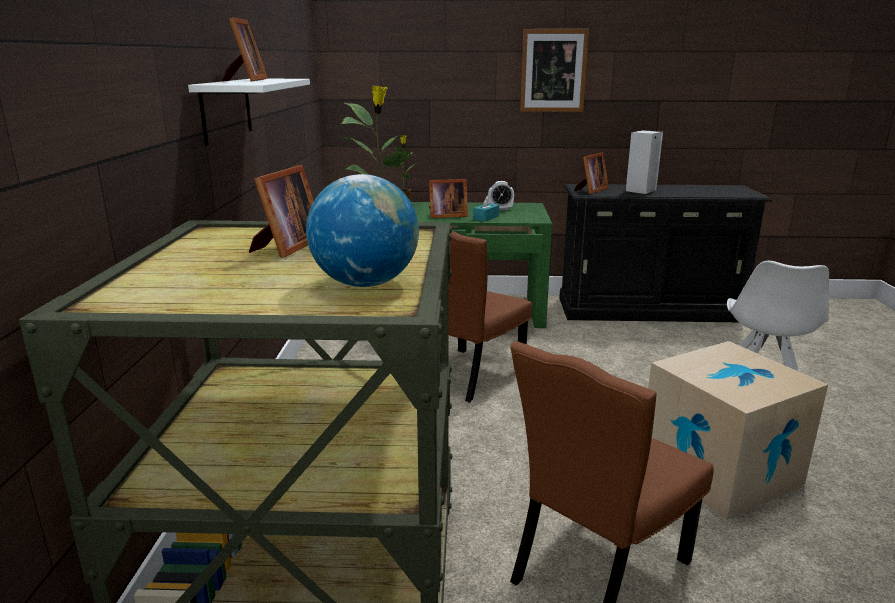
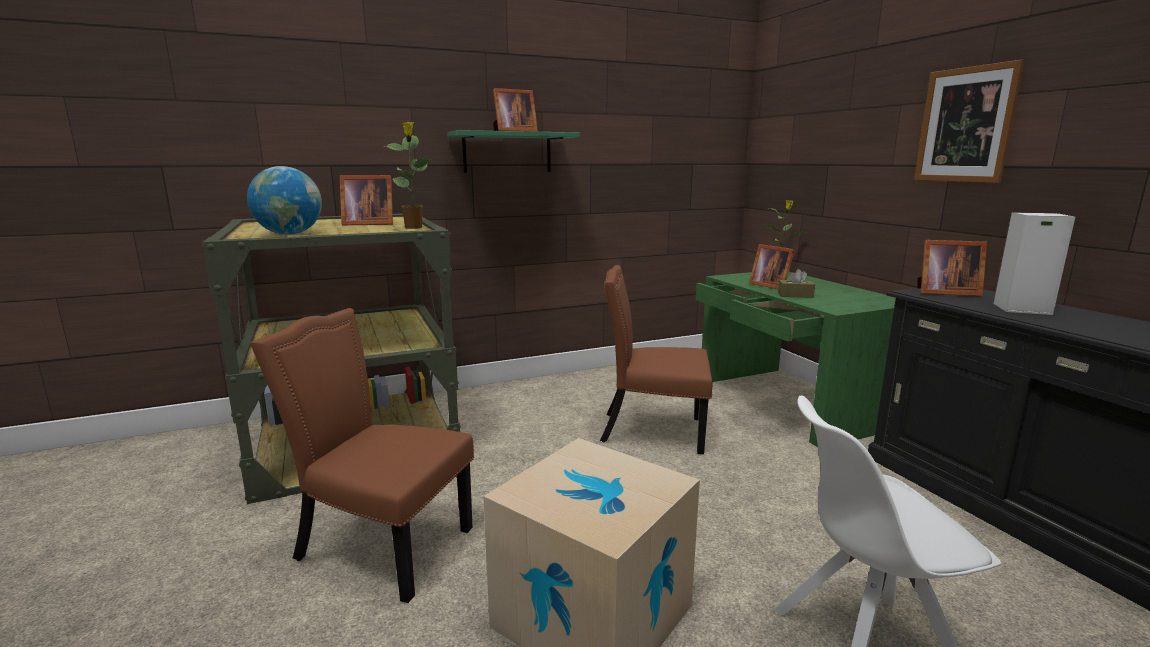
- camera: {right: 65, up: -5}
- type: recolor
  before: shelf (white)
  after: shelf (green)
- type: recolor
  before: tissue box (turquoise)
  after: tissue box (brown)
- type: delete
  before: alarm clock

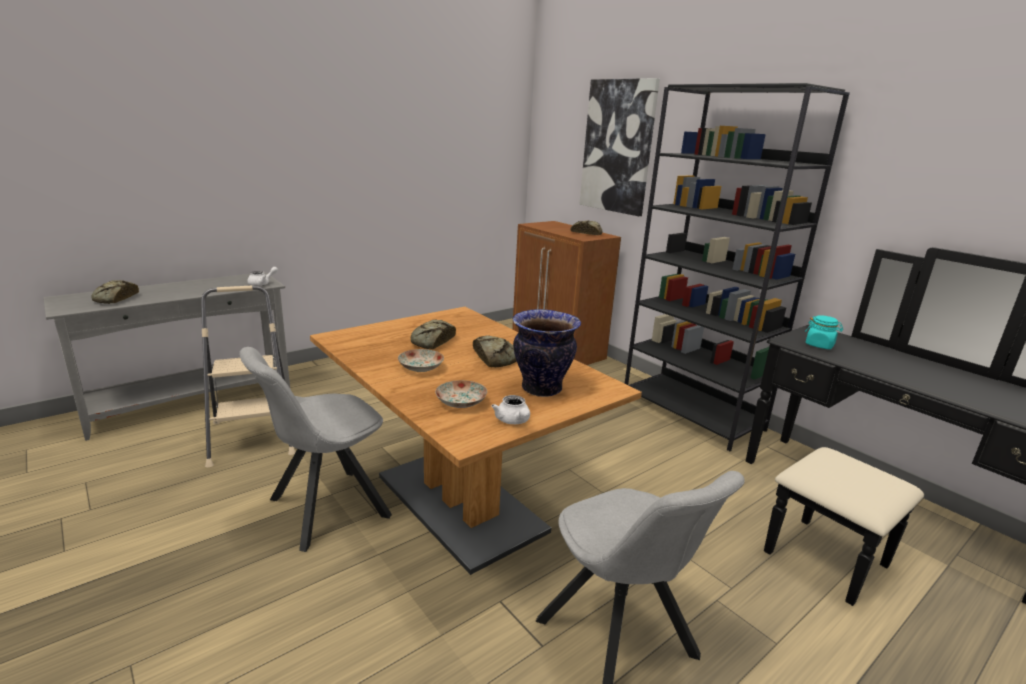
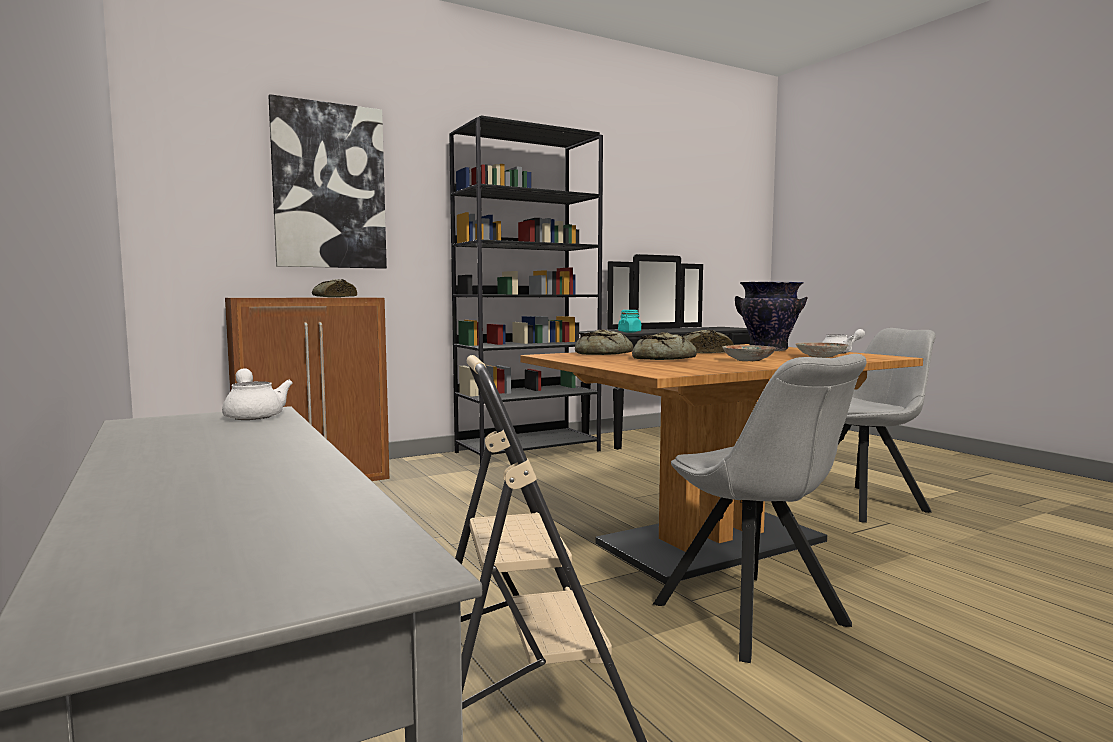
- camera: {right: -80, up: -15}
- type: move
  before: bread (1st from left in the first image)
  after: bread (2nd from left)

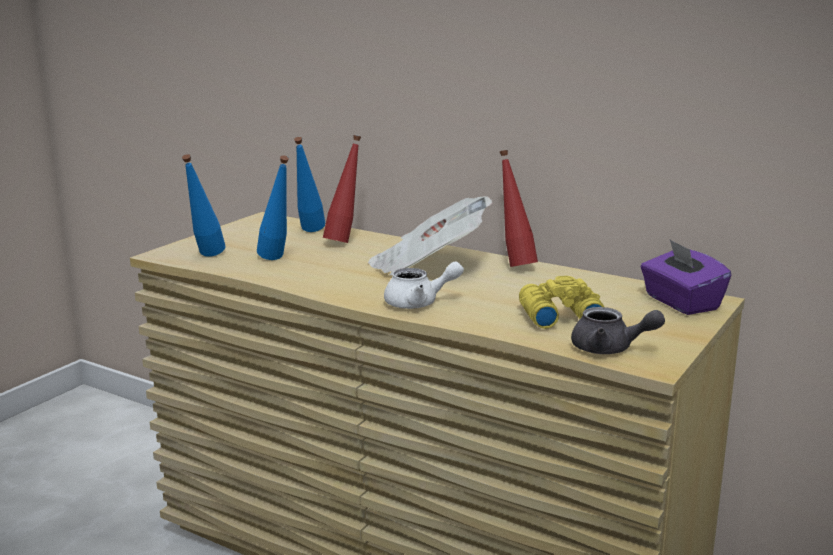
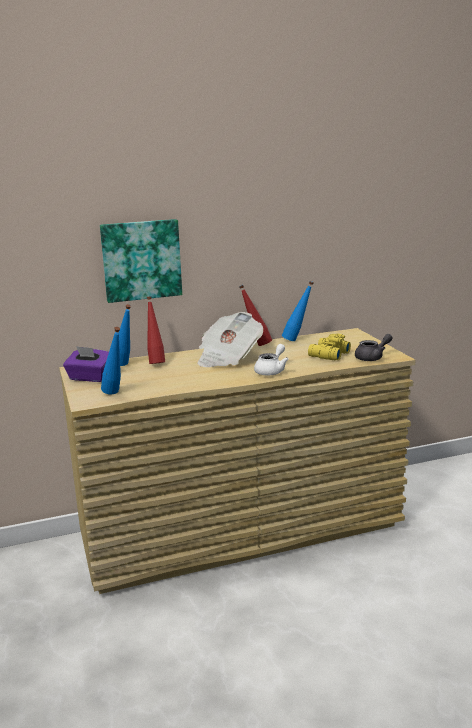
- camera: {right: -50, up: 0}
- type: move
  before: bottle (blue) (2nd from left in the first image)
  after: bottle (blue) (3rd from left)
- type: move
  before: tissue box (purple)
- type: insert
  after: picture

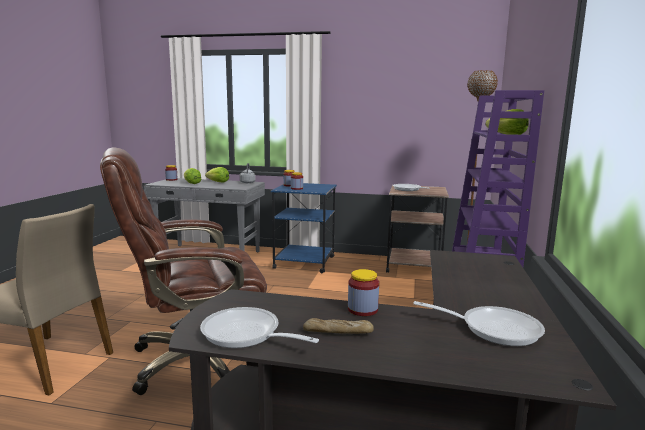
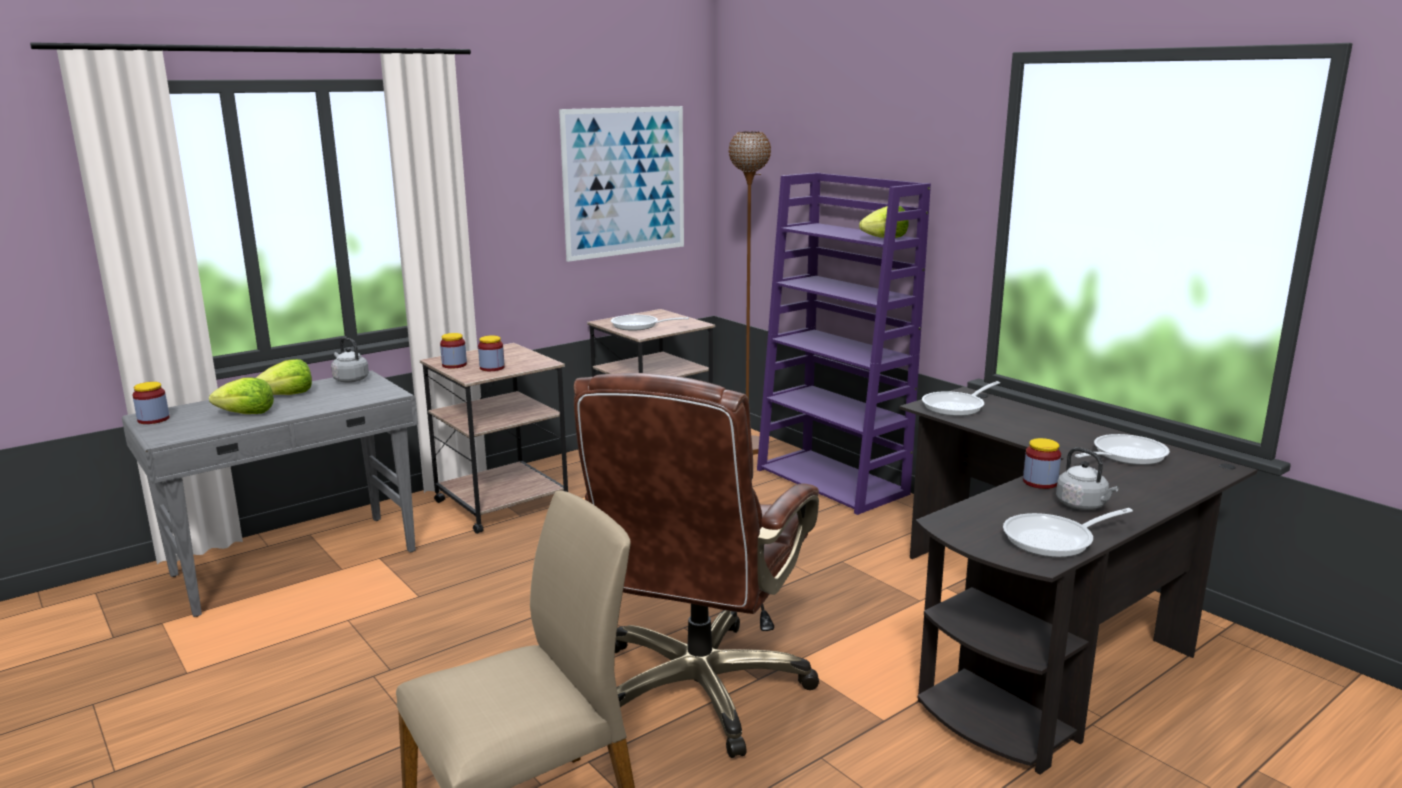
- camera: {right: -50, up: 5}
- type: recolor
  before: cart (blue)
  after: cart (brown) (1st from left)
- type: replace
  before: bread
  after: kettle (grey) (2nd from left)
- type: insert
  after: picture
- type: insert
  after: frying pan (2nd from left)

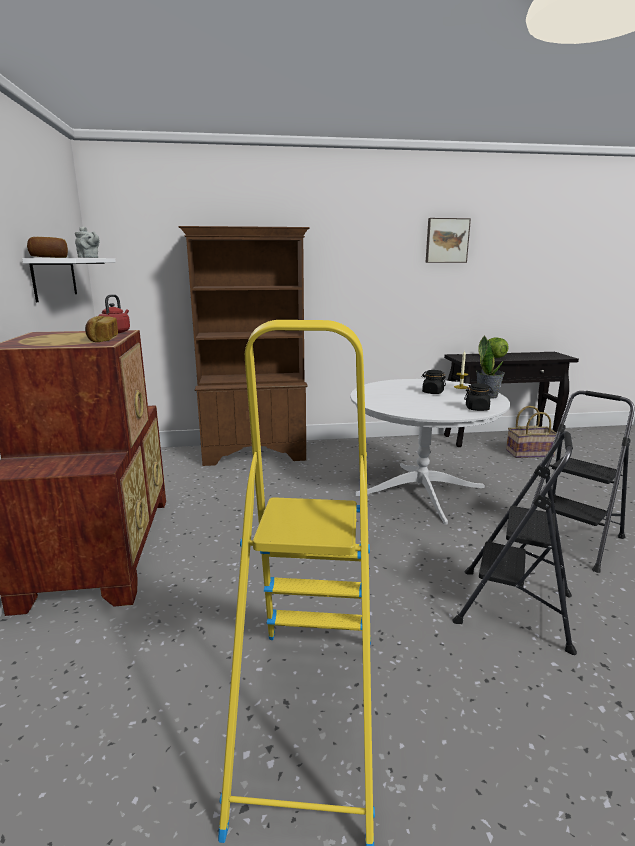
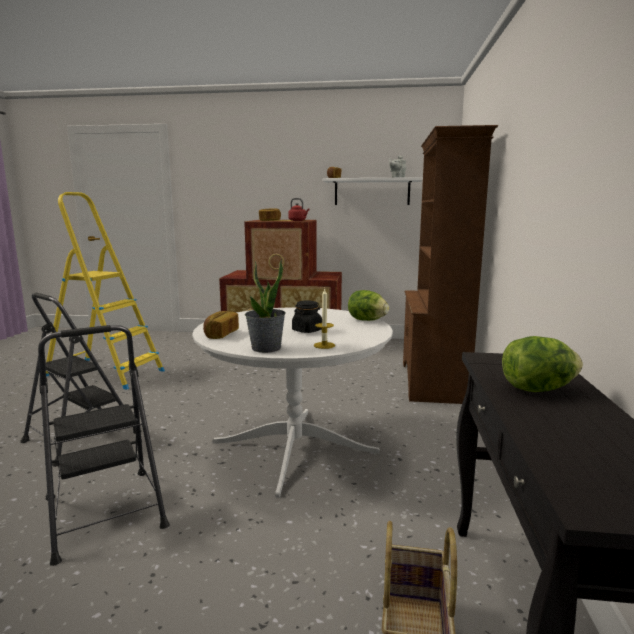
- camera: {right: 105, up: -5}
- type: delete
  before: picture
- type: replace
  before: jar (black) (2nd from left)
  after: bread (1st from left)
- type: insert
  after: lettuce (1st from left)

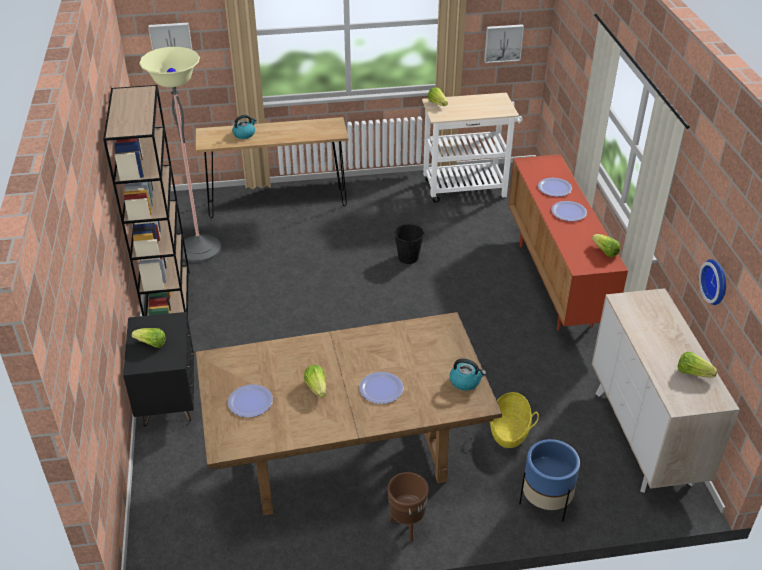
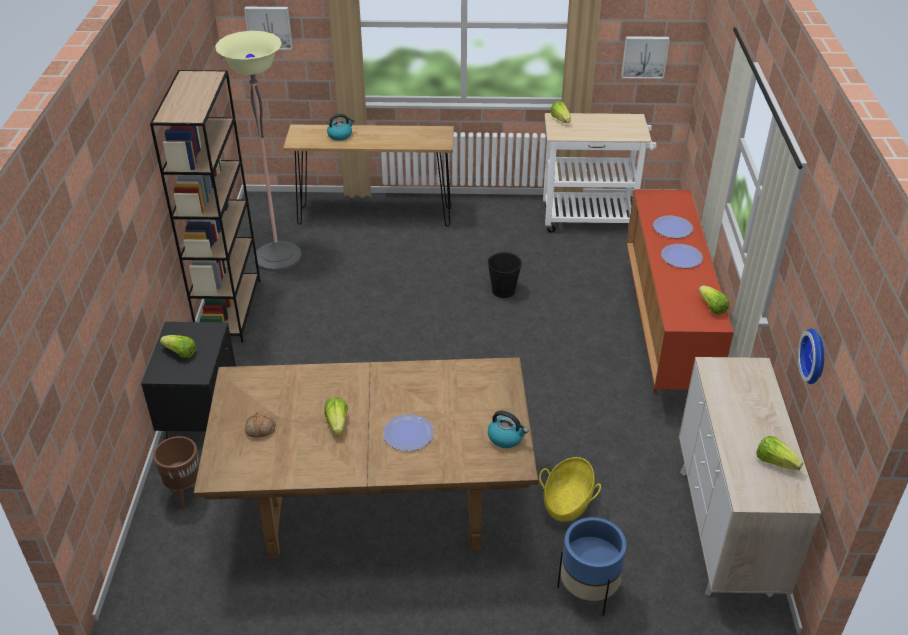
- camera: {right: 10, up: 0}
- type: replace
  before: plate (1st from left)
  after: bread
- type: move
  before: planter (brown)

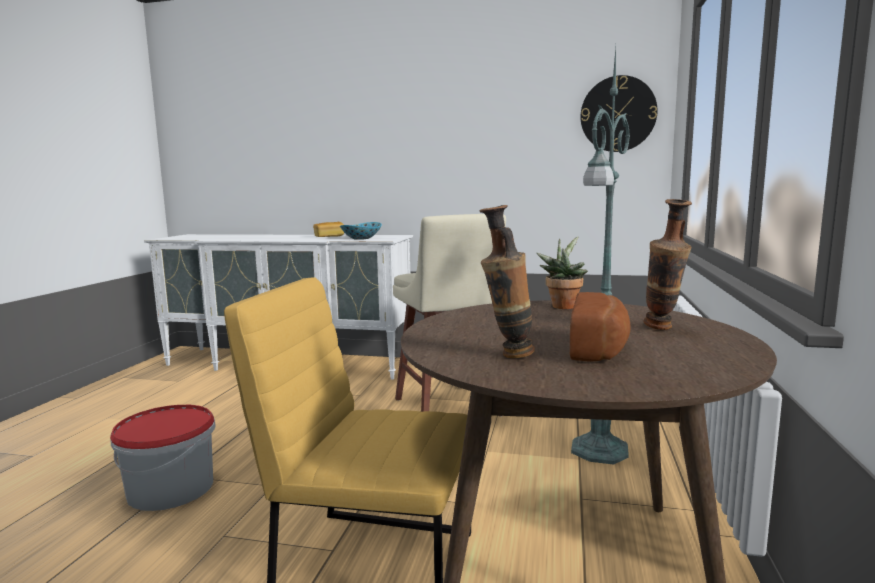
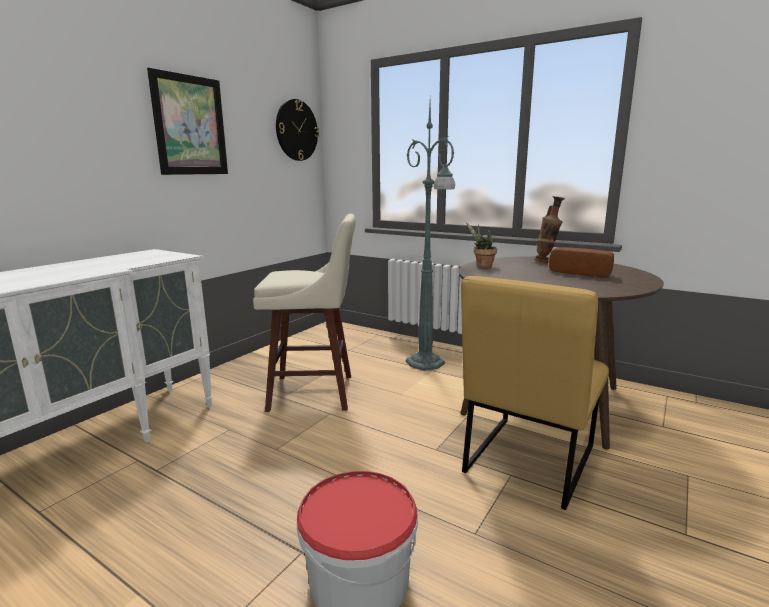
- camera: {right: -70, up: 5}
- type: delete
  before: bread (1st from left)
- type: delete
  before: bowl
- type: delete
  before: vase (1st from left)
- type: insert
  after: picture

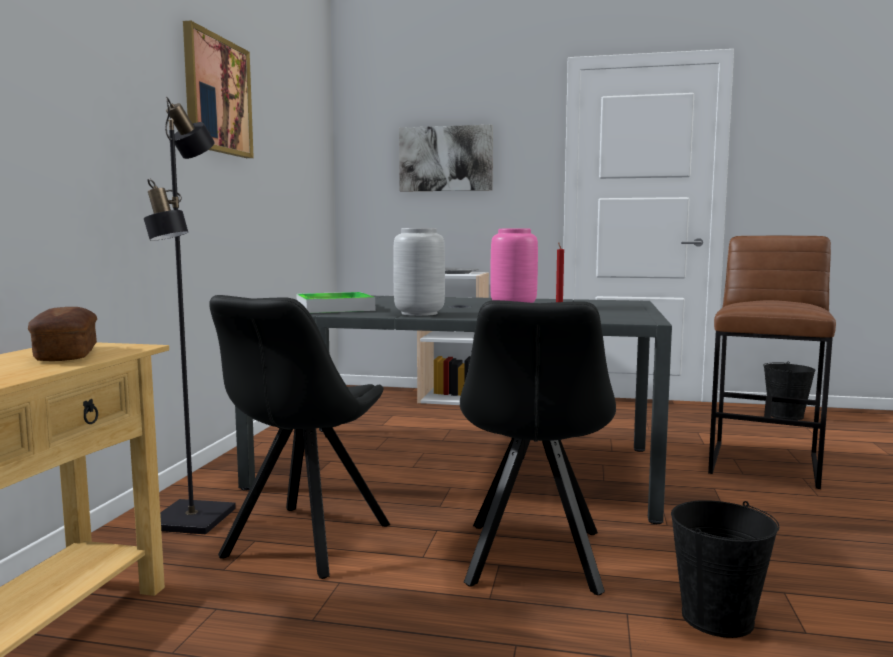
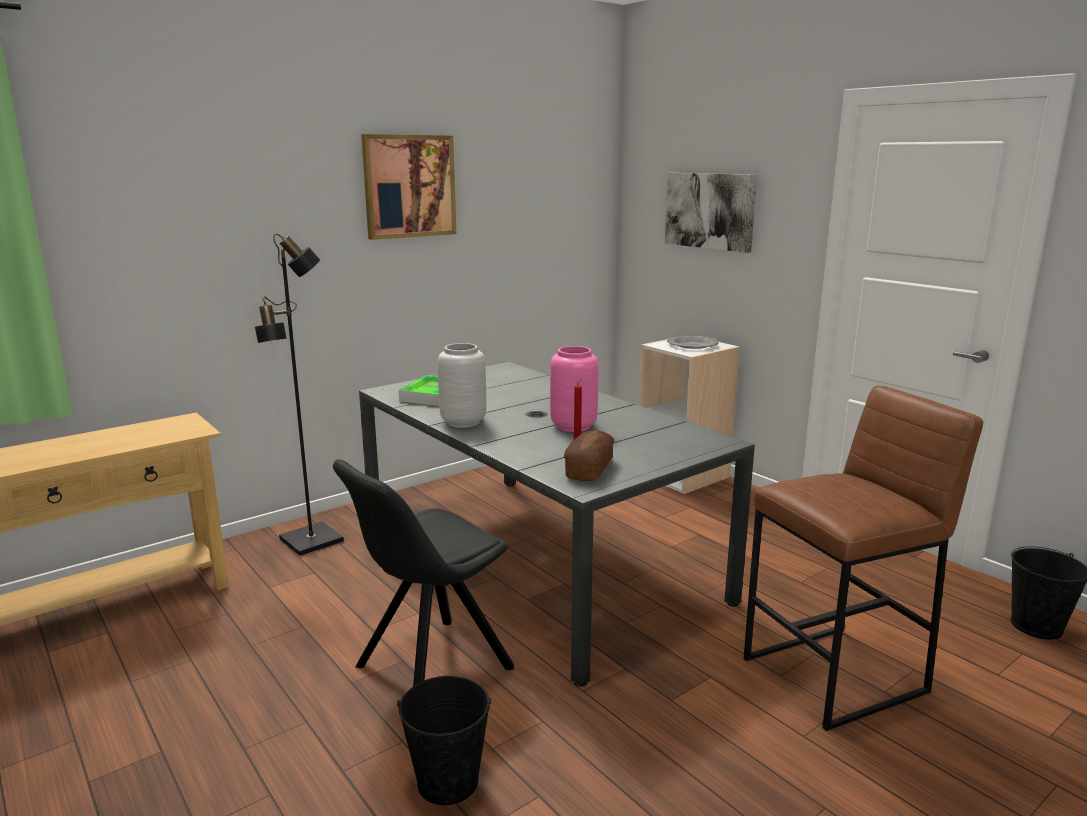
- camera: {right: 40, up: 10}
- type: move
  before: bread
- type: delete
  before: chair (black) (1st from left)

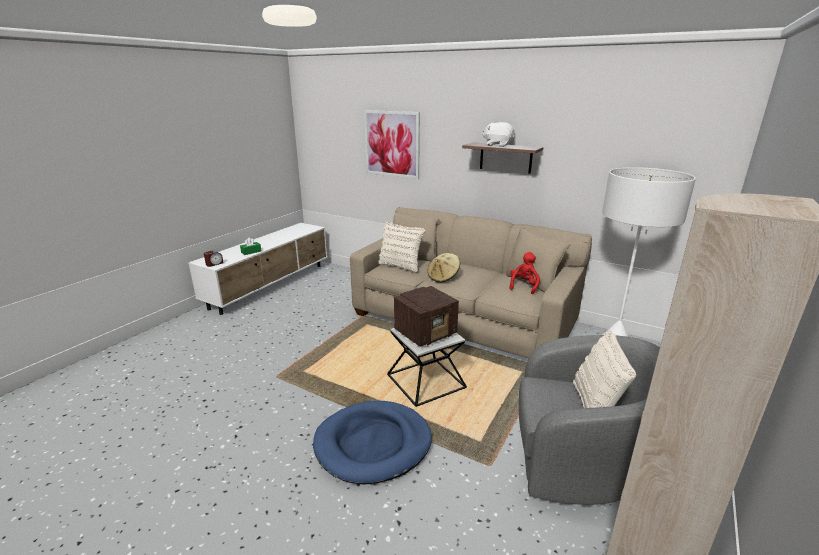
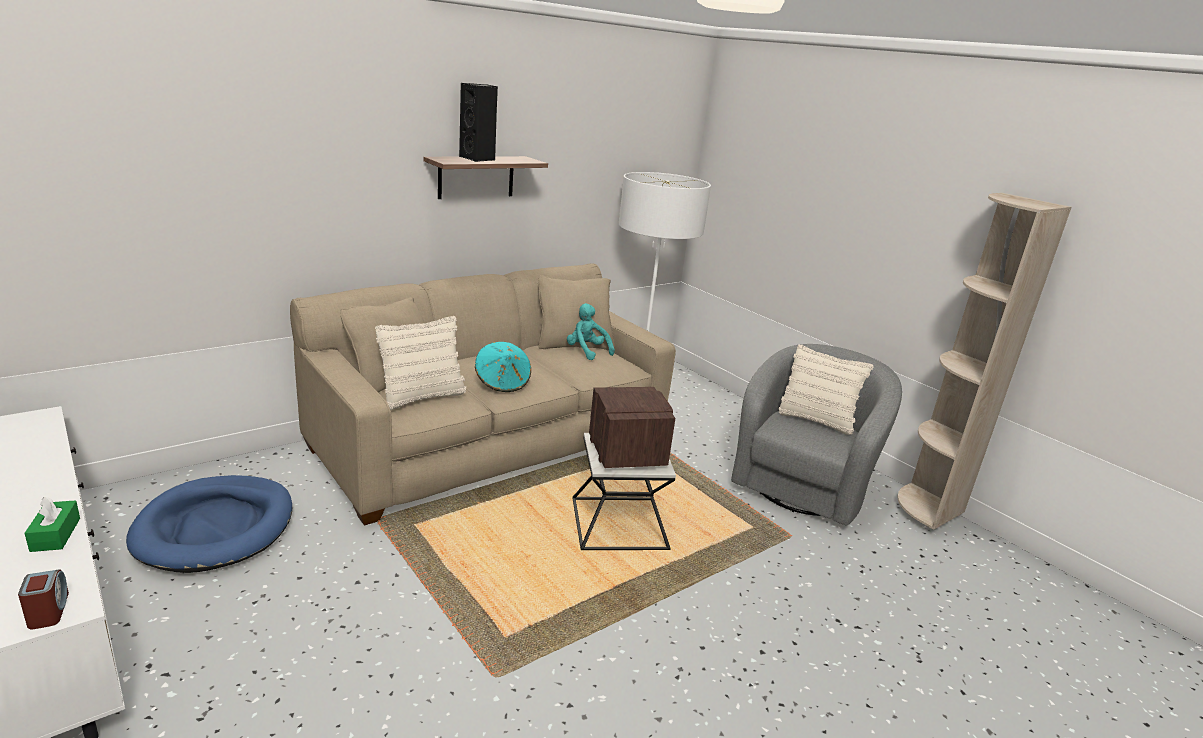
- camera: {right: -70, up: 0}
- type: move
  before: dog bed (blue)
- type: delete
  before: picture
- type: recolor
  before: hat (beige)
  after: hat (turquoise)
- type: replace
  before: plush toy (white)
  after: speaker (black)
- type: recolor
  before: plush toy (red)
  after: plush toy (turquoise)

